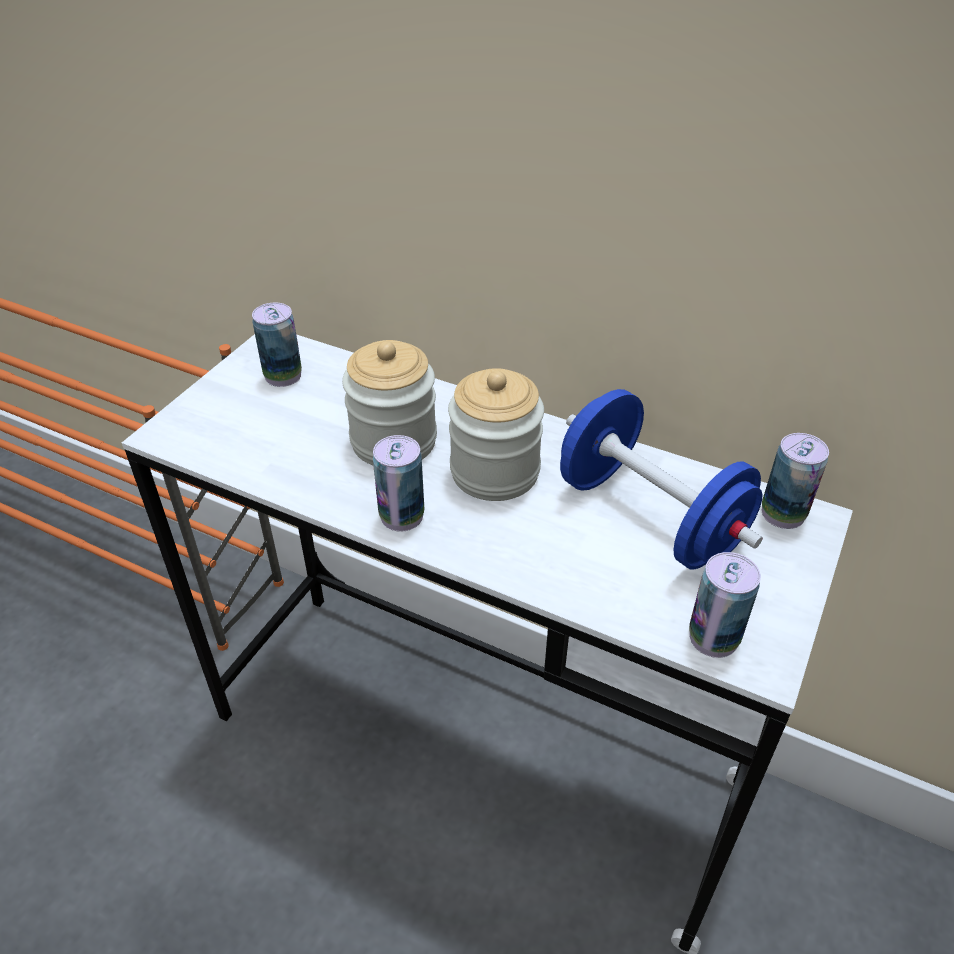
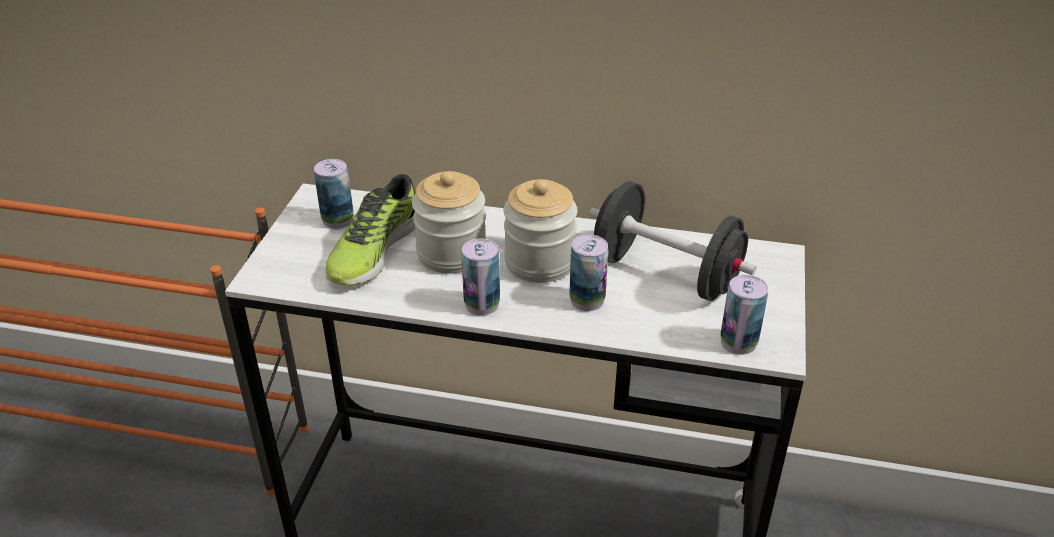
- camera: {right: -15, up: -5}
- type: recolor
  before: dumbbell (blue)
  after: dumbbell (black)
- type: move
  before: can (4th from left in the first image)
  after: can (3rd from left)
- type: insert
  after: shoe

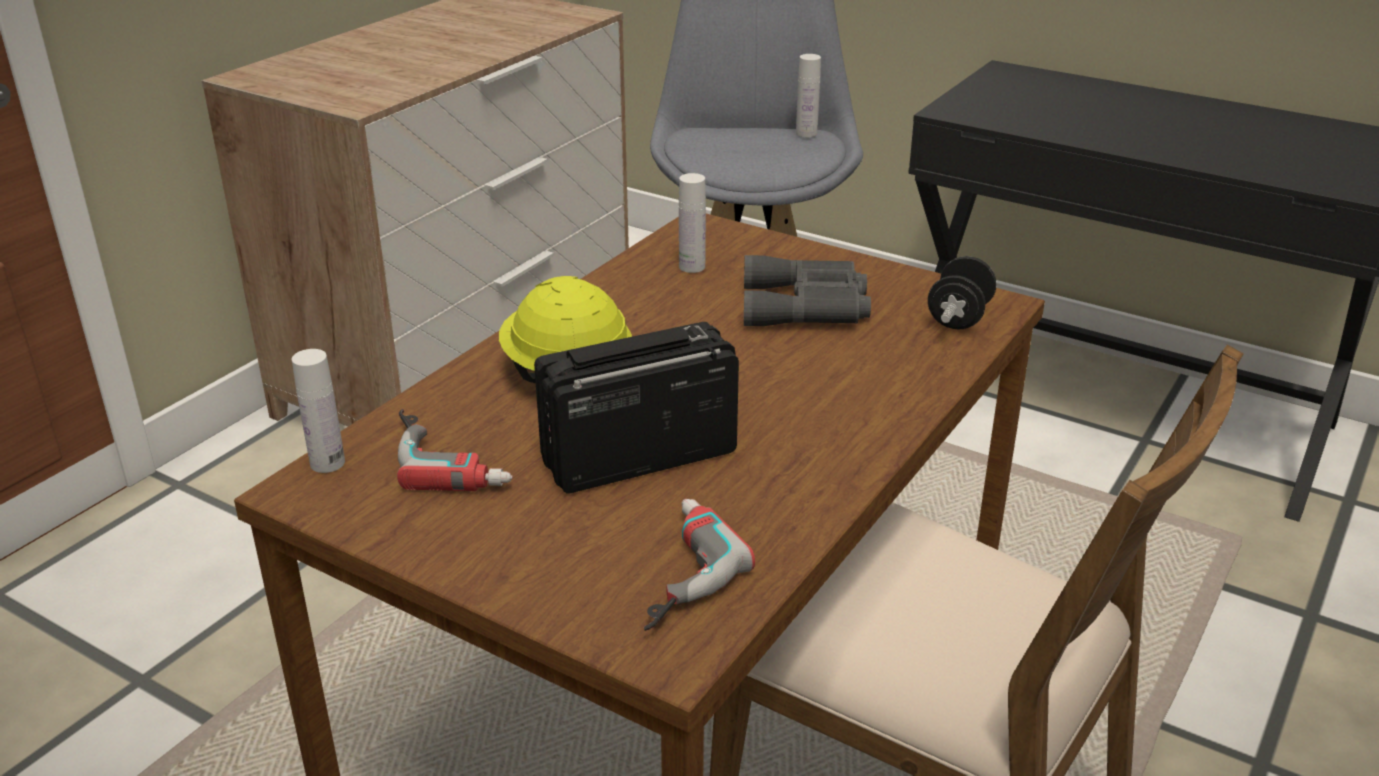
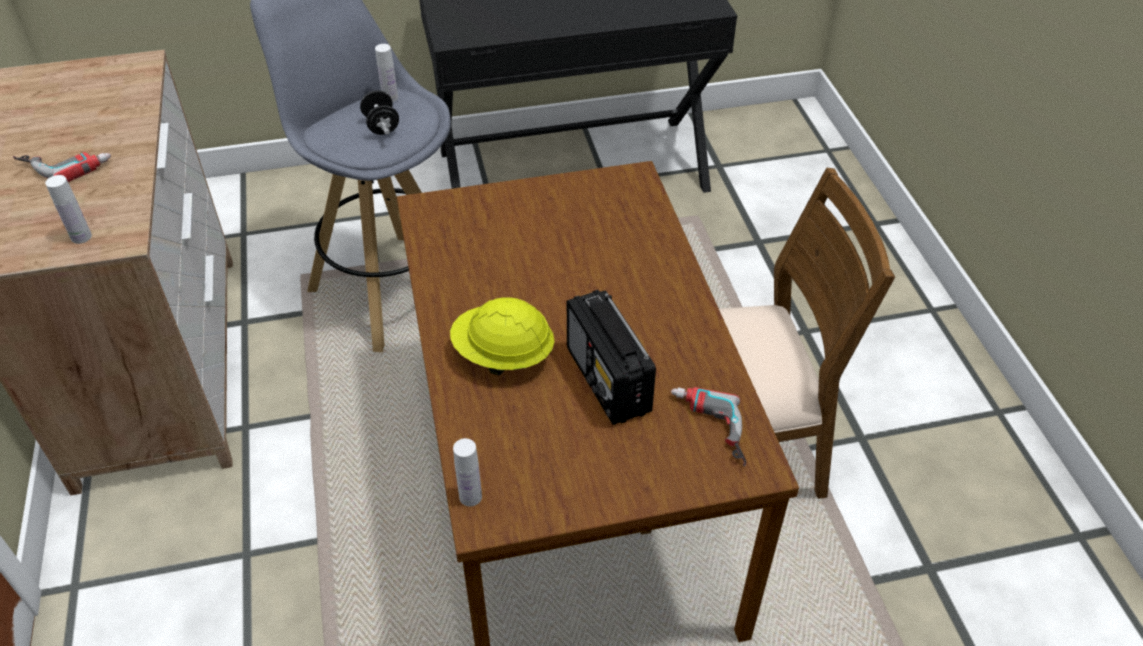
- camera: {right: -45, up: 15}
- type: move
  before: power drill (1st from left)
- type: rotate
  before: radio
  turn: -45
- type: move
  before: bottle (white) (2nd from left in the first image)
  after: bottle (white) (1st from left)
- type: delete
  before: binoculars (grey)
- type: move
  before: dumbbell (black)

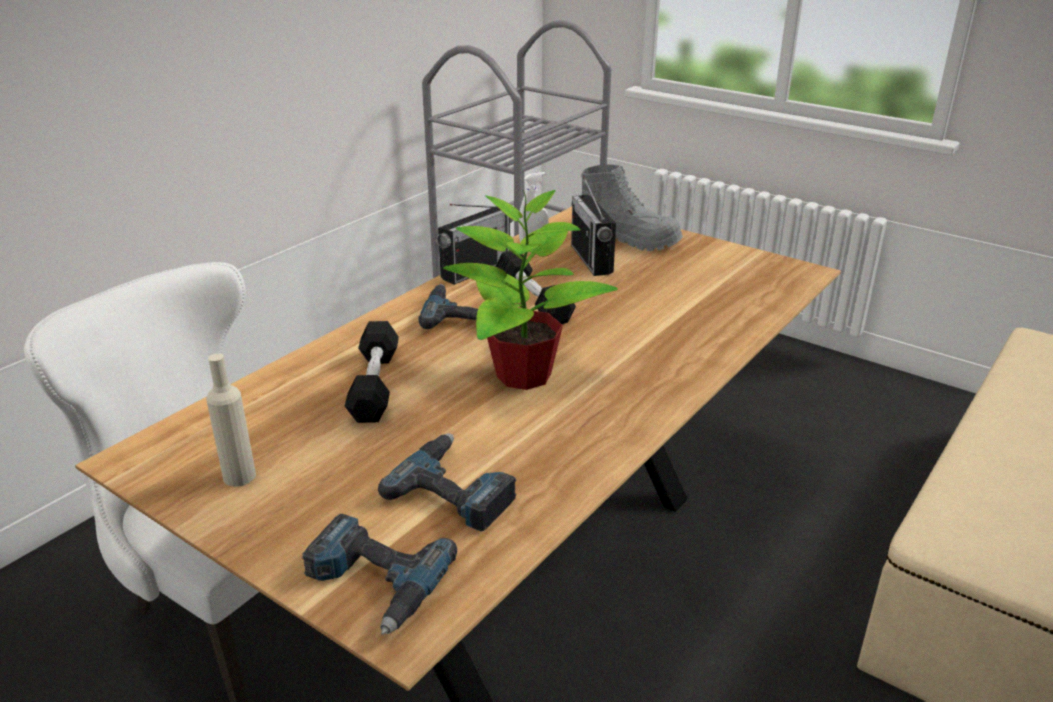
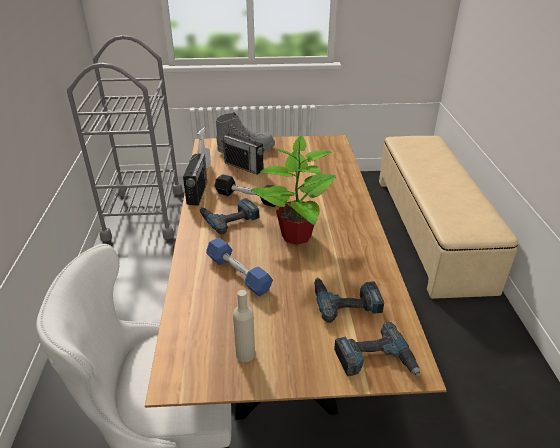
- camera: {right: -40, up: 5}
- type: recolor
  before: dumbbell (black) (1st from left)
  after: dumbbell (blue)

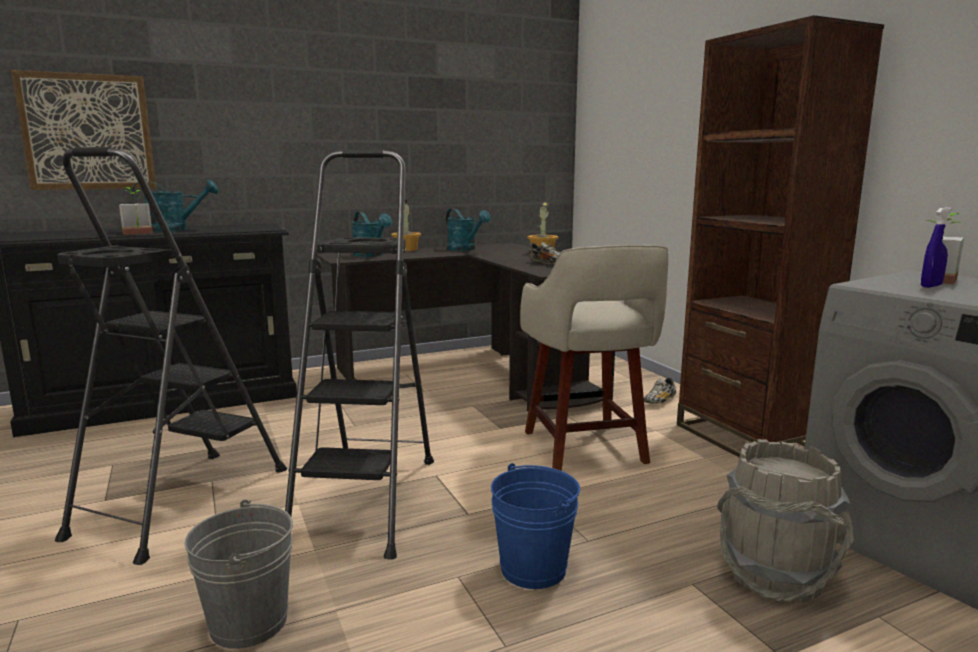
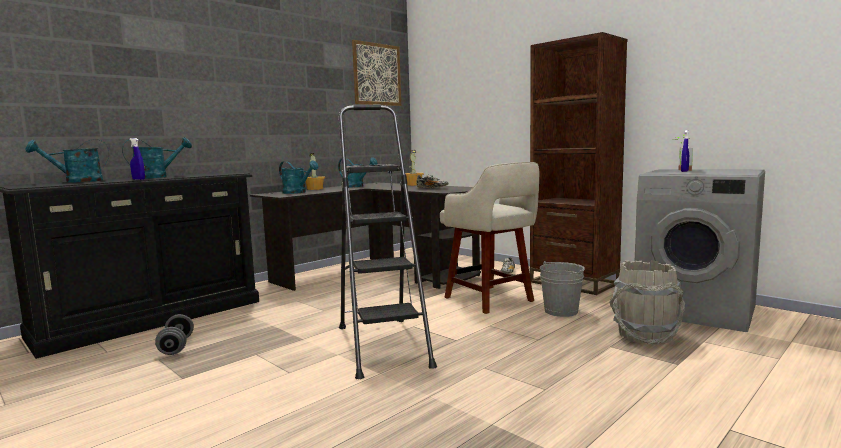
- camera: {right: -20, up: -5}
- type: move
  before: picture
- type: delete
  before: step ladder (1st from left)
- type: replace
  before: potted plant (1st from left)
  after: spray bottle (blue) (1st from left)
- type: move
  before: bucket (grey) (1st from left)
- type: delete
  before: bucket (blue)
- type: insert
  after: watering can (turquoise) (1st from left)
- type: insert
  after: dumbbell (grey)

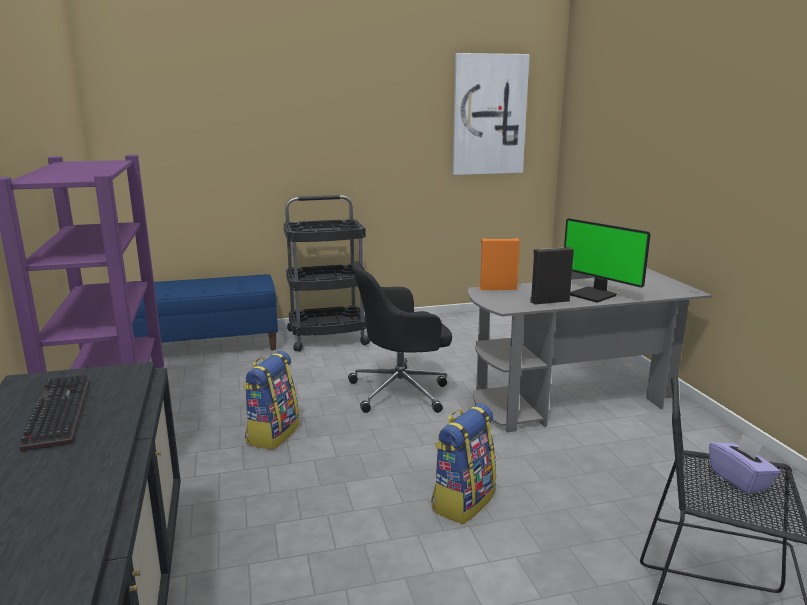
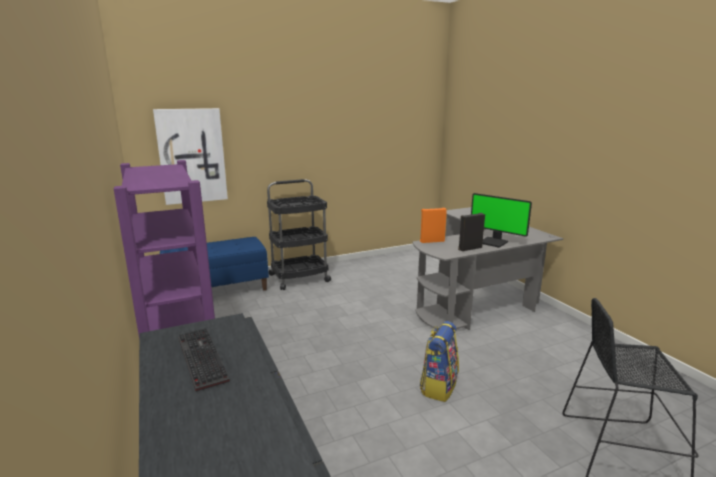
- camera: {right: -10, up: 0}
- type: delete
  before: backpack (1st from left)
- type: delete
  before: office chair (black)
- type: move
  before: picture
- type: delete
  before: tissue box (purple)

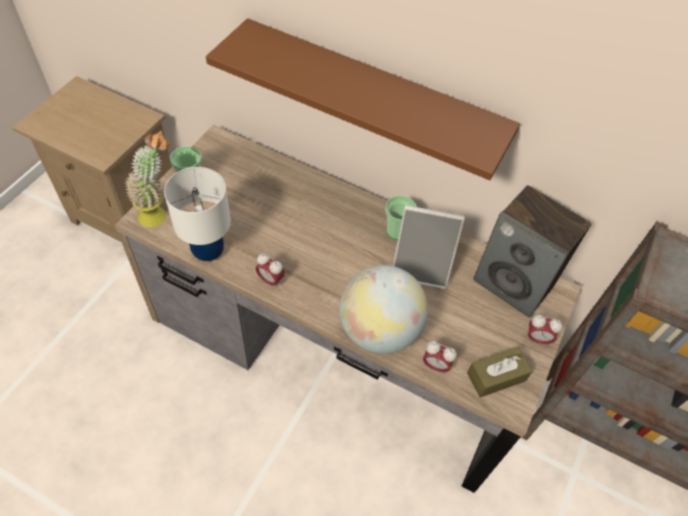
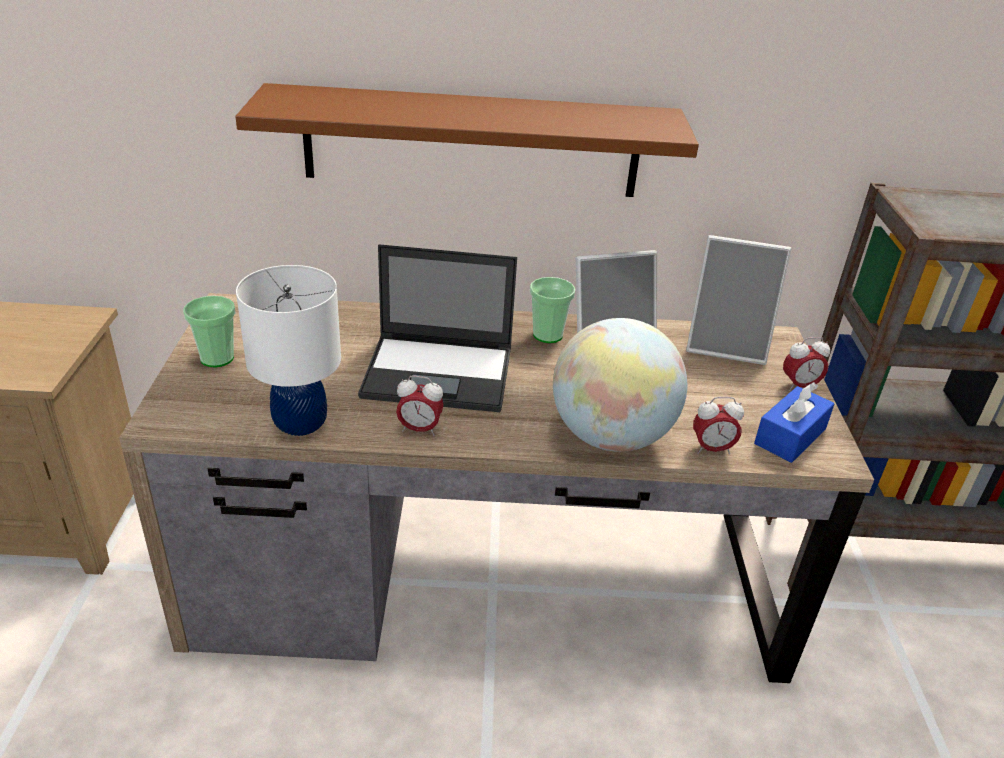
- camera: {right: -25, up: -20}
- type: delete
  before: potted plant
- type: recolor
  before: tissue box (brown)
  after: tissue box (blue)
- type: replace
  before: speaker
  after: picture frame (2nd from left)
- type: insert
  after: laptop

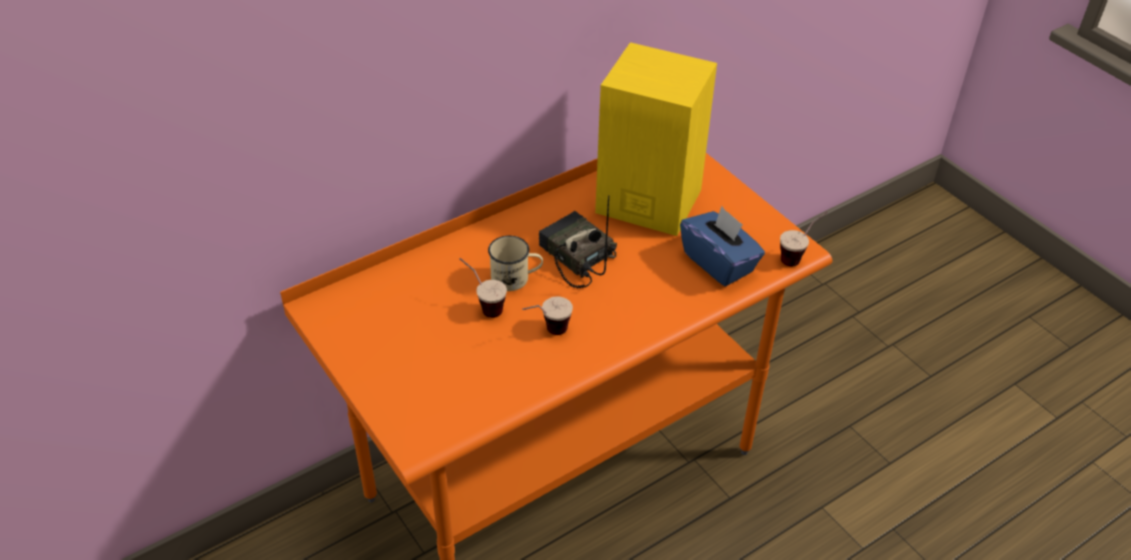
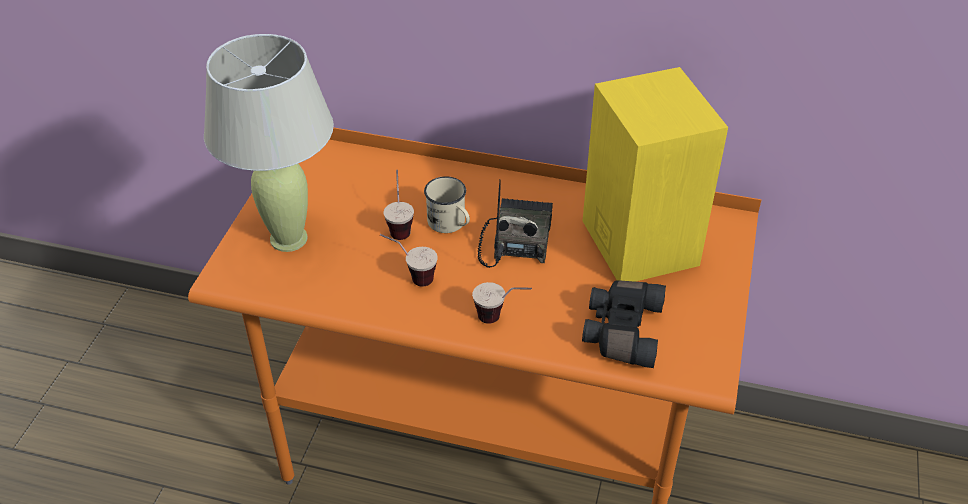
- camera: {right: 50, up: 0}
- type: replace
  before: tissue box (blue)
  after: binoculars (black)
- type: move
  before: cup (3rd from left)
- type: insert
  after: table lamp (beige)

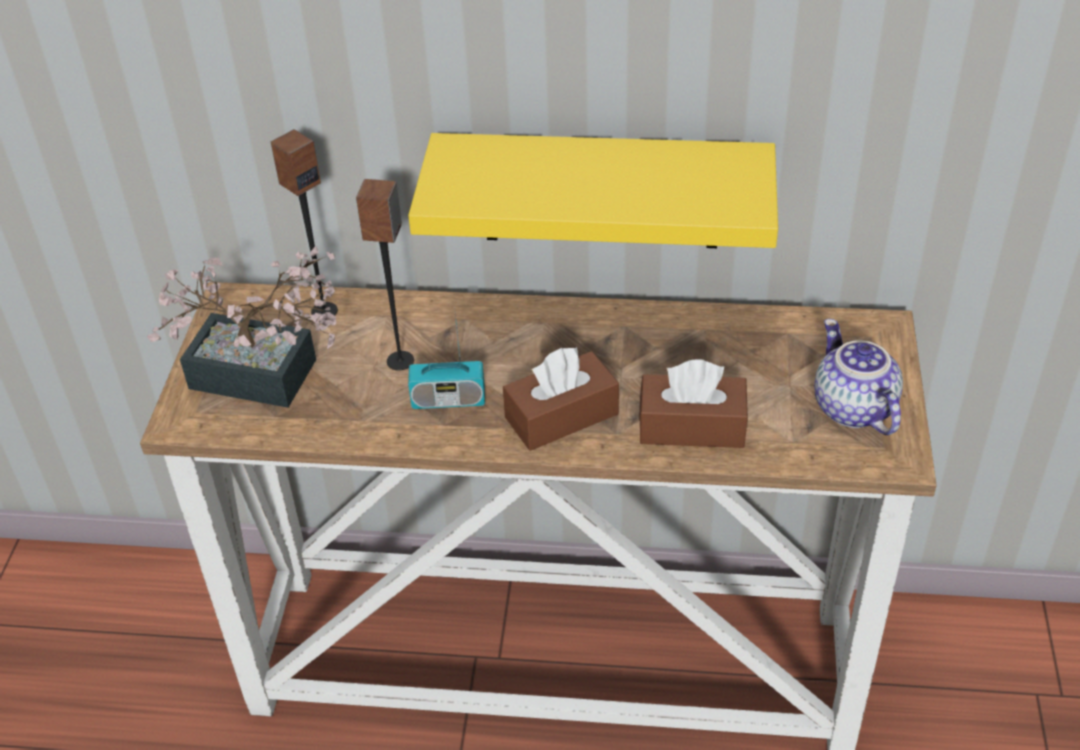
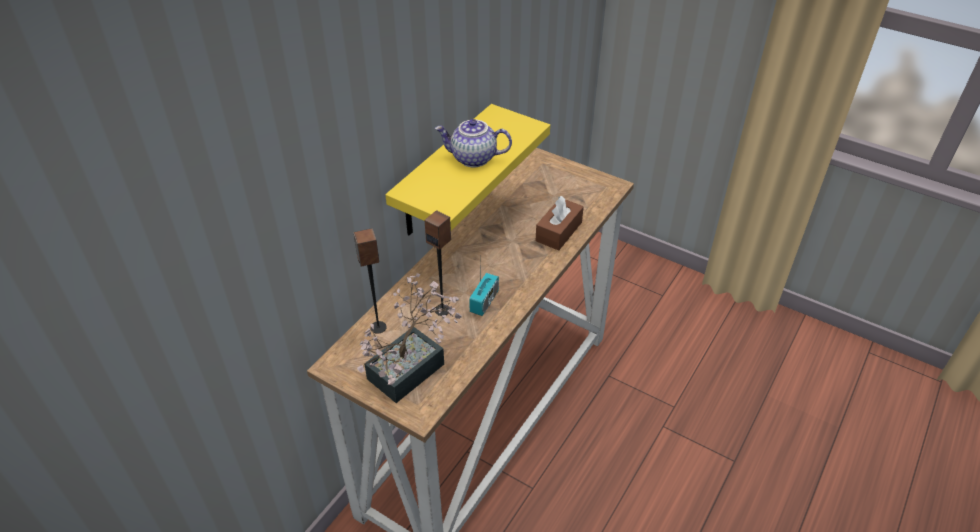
- camera: {right: -65, up: 0}
- type: delete
  before: tissue box (brown) (1st from left)
- type: move
  before: teapot

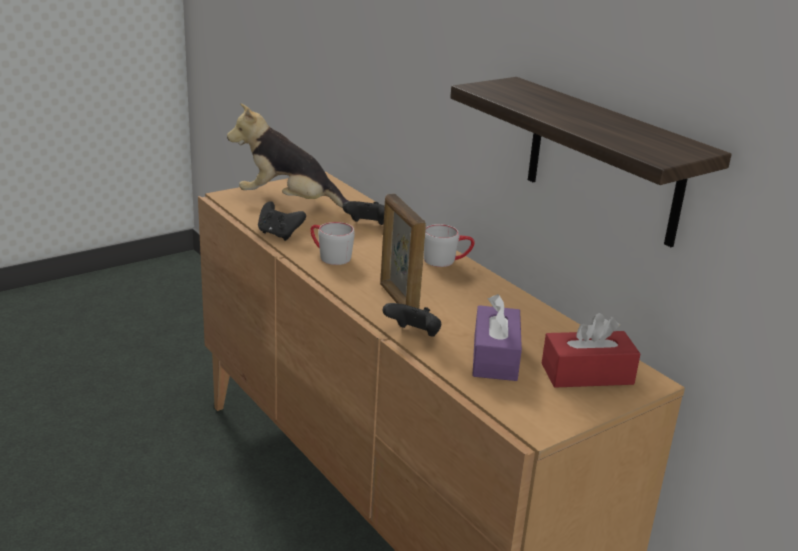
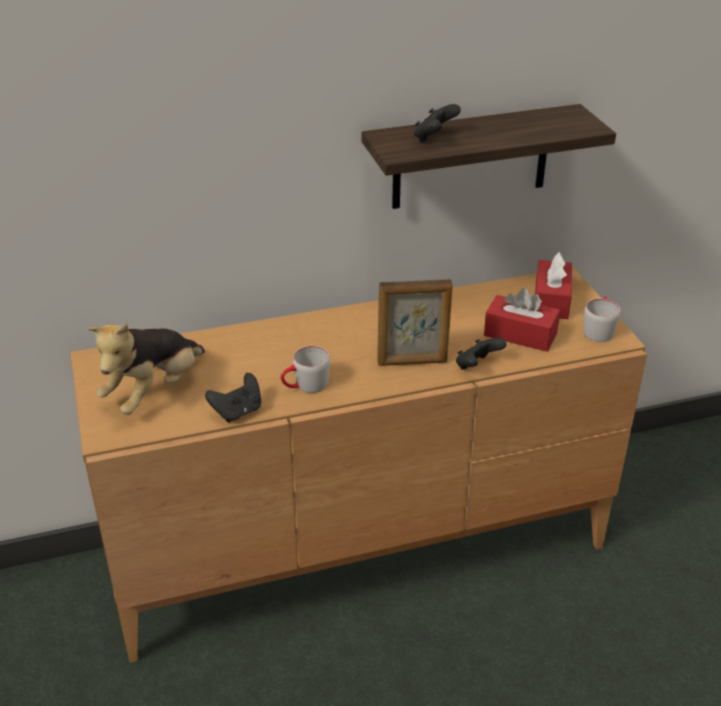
- camera: {right: -70, up: 10}
- type: move
  before: game controller (black) (2nd from left)
- type: move
  before: mug (grey) (2nd from left)
- type: recolor
  before: tissue box (purple)
  after: tissue box (red) (1st from left)

